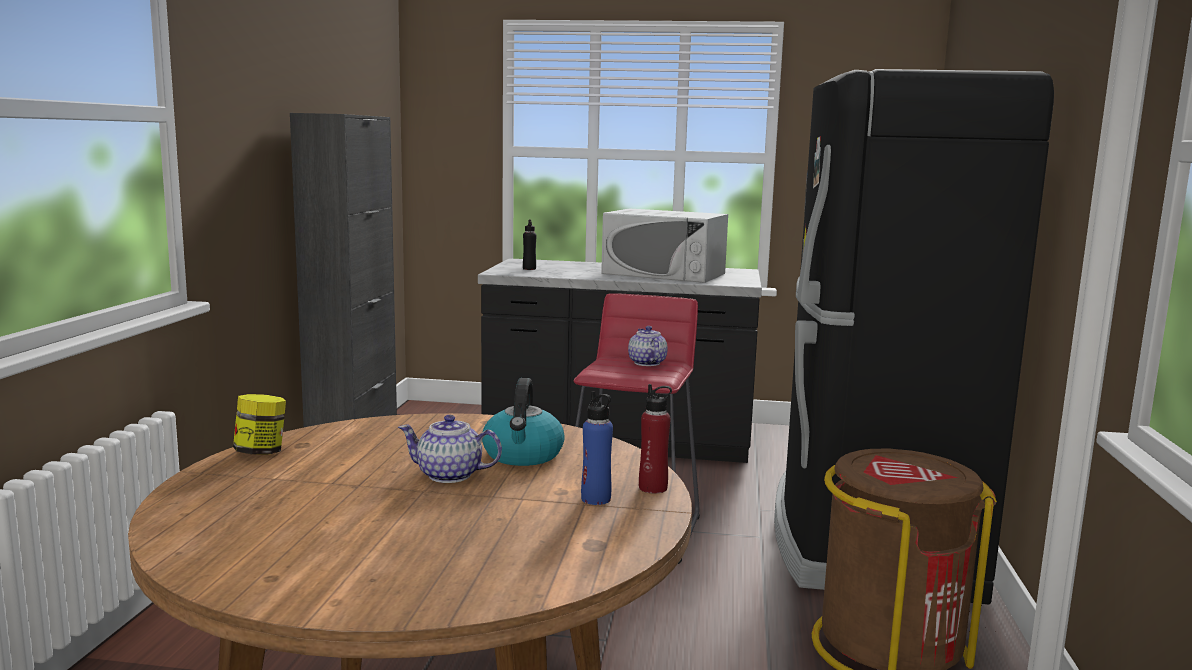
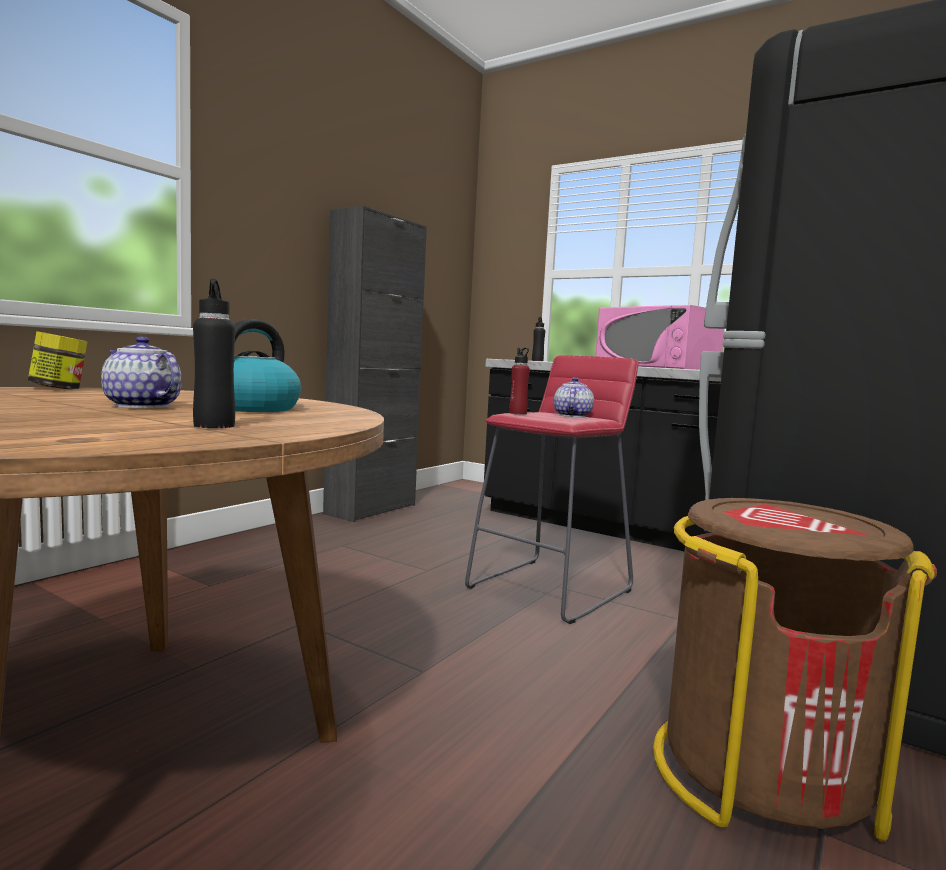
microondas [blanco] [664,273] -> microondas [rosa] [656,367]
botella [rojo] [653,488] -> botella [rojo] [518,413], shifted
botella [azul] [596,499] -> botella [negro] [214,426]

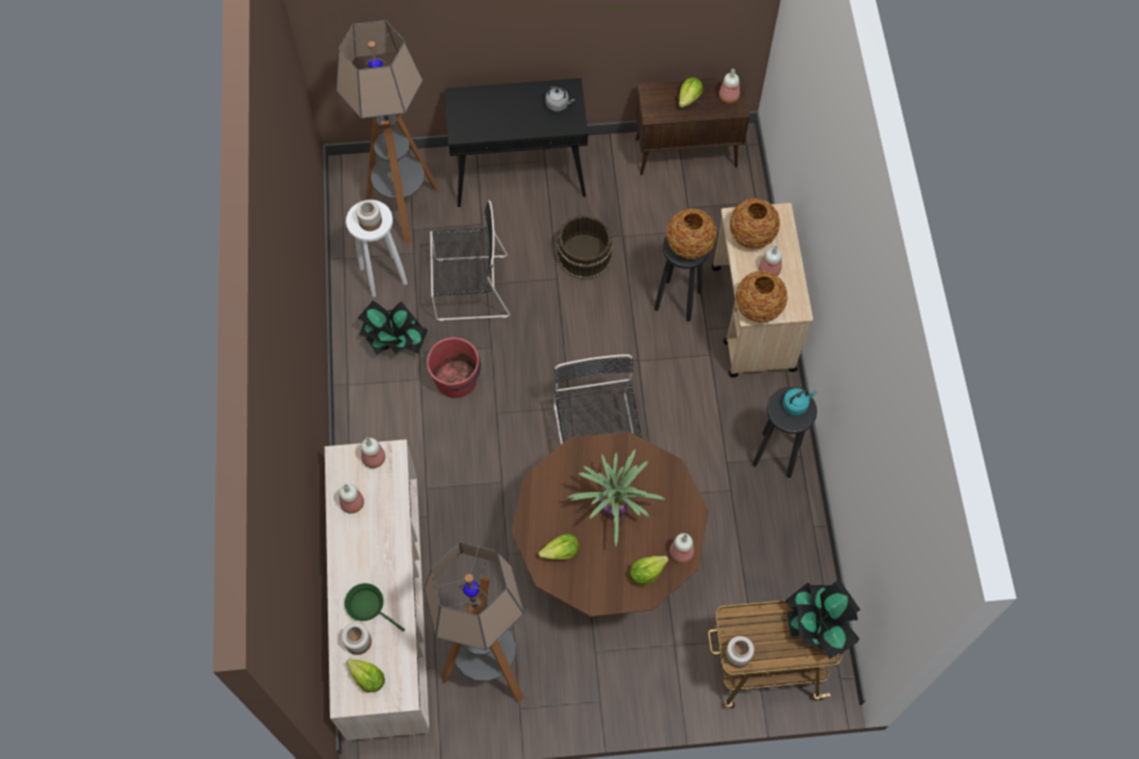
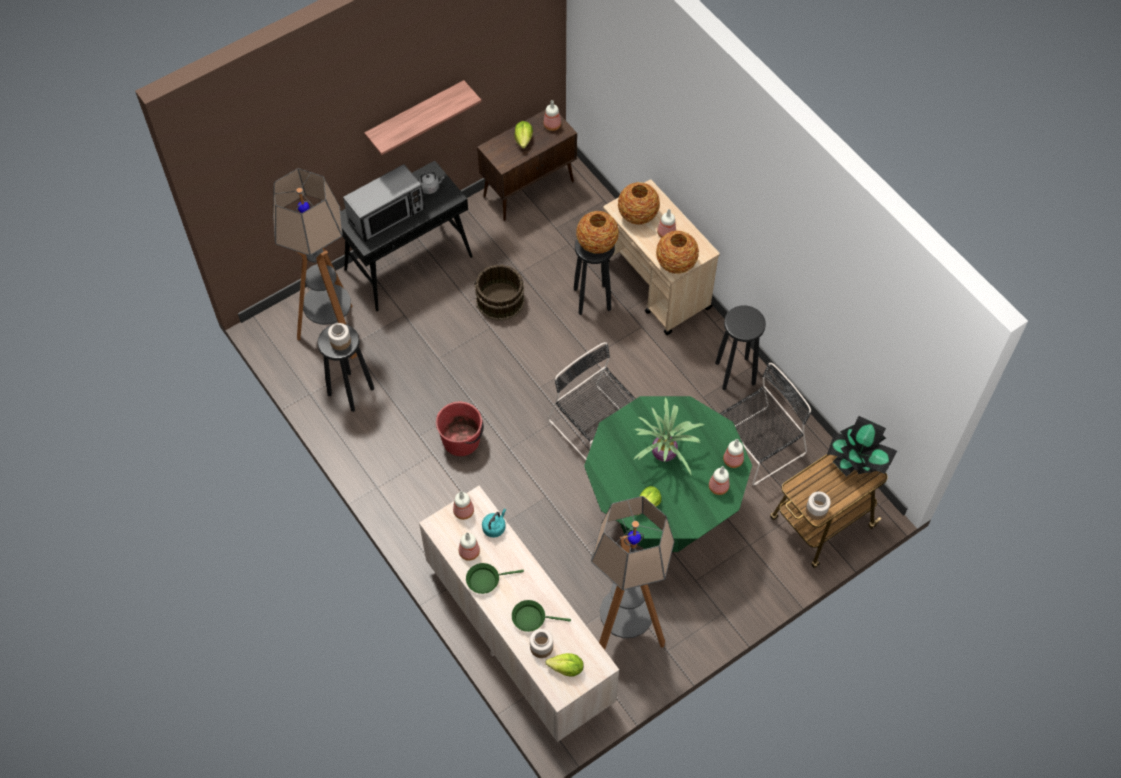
taburete [blanco] [382,275] -> taburete [negro] [350,392]
silla [negro] [468,288] -> silla [negro] [757,447], shifted
planta en maceta [395,340] -> none
hervidor [turquesa] [796,404] -> hervidor [turquesa] [494,527], shifted
mesa de comedor [marrón] [607,560] -> mesa de comedor [verde] [662,511]
lechuga [646,573] -> botella [717,487]
none -> estante [415,116]
none -> microondas [387,215]
none -> sartén [verde] [486,580]

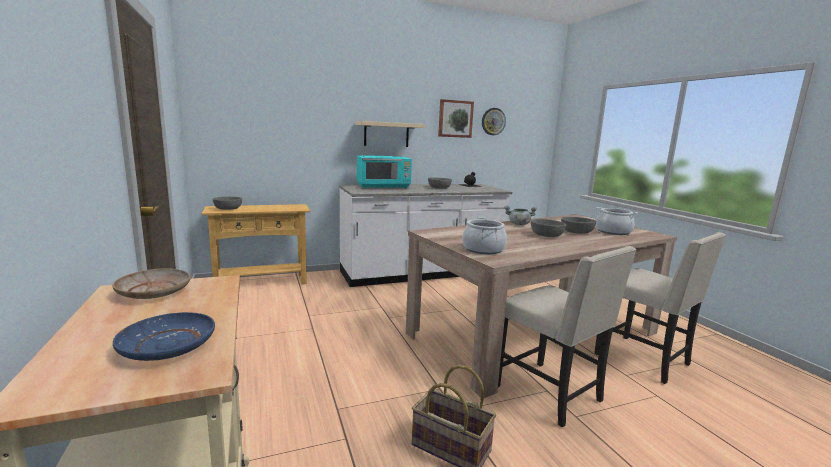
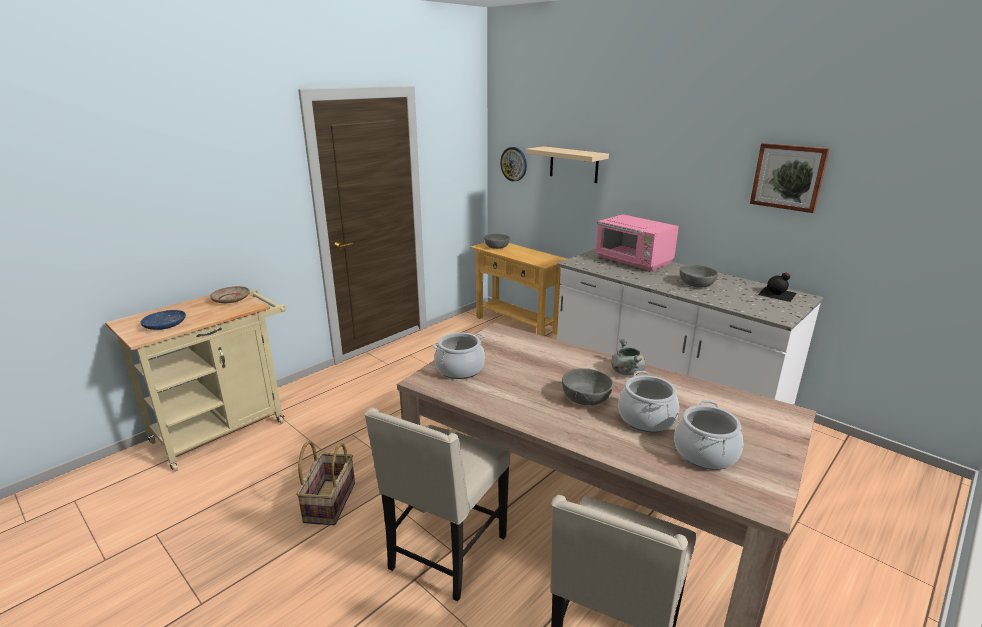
reloj de pared [493,121] -> reloj de pared [514,164], shifted
estante [beis] [386,134] -> estante [beis] [573,164], shifted
microondas [turquesa] [384,187] -> microondas [rosa] [633,262]
cuenco [gris] [576,232] -> olla [646,419]

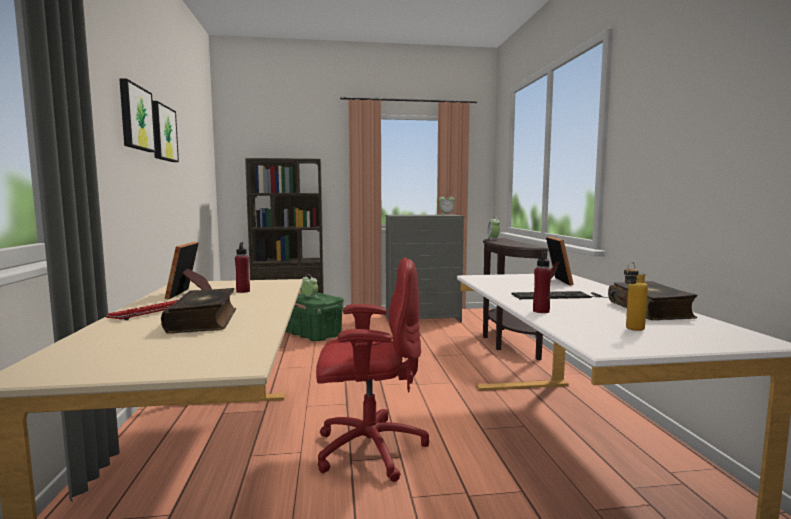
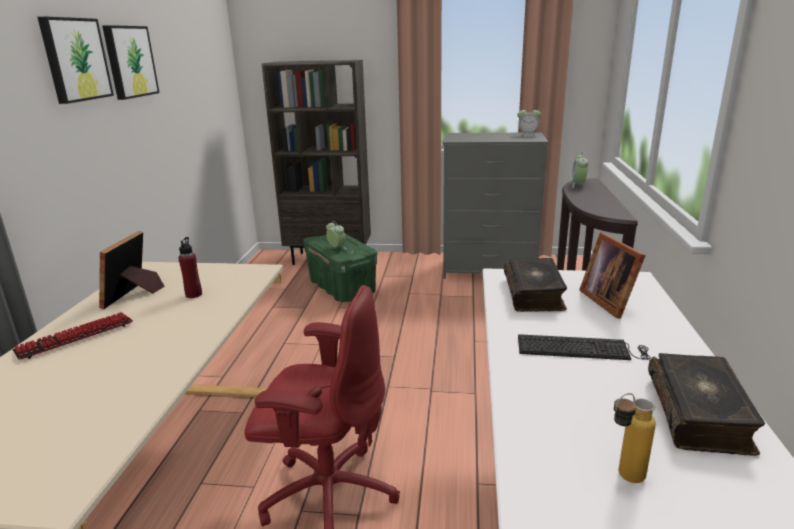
portarretratos [554,282] -> portarretratos [609,301], 150 degrees clockwise
botella [rojo] [541,311] -> none
libro [204,321] -> libro [534,294], shifted

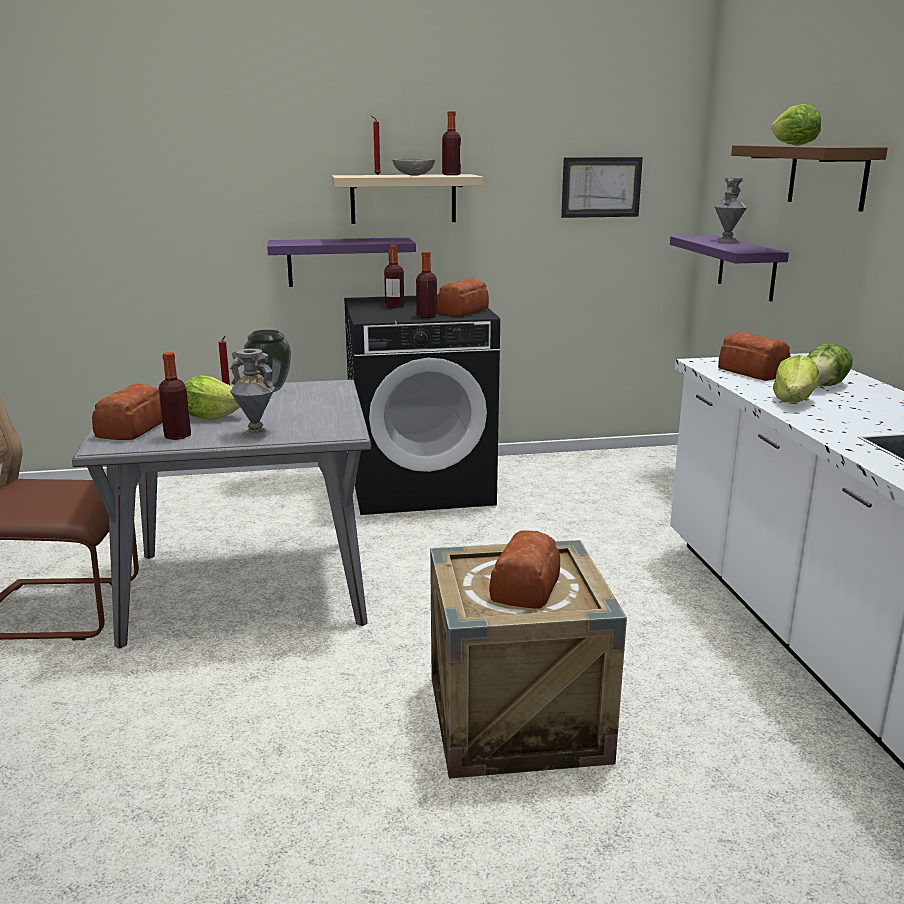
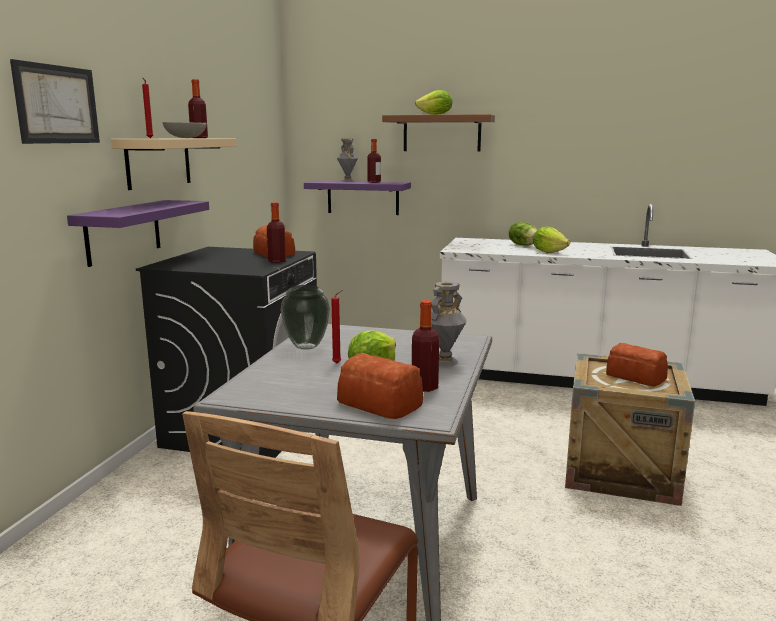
cuadro [601,187] -> cuadro [57,104], shifted
botella [394,306] -> botella [374,182], shifted
pan [753,373] -> none

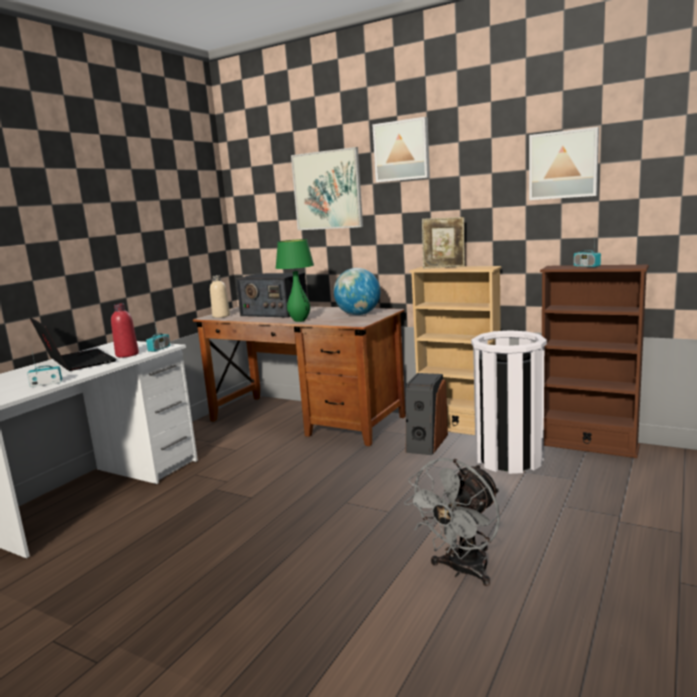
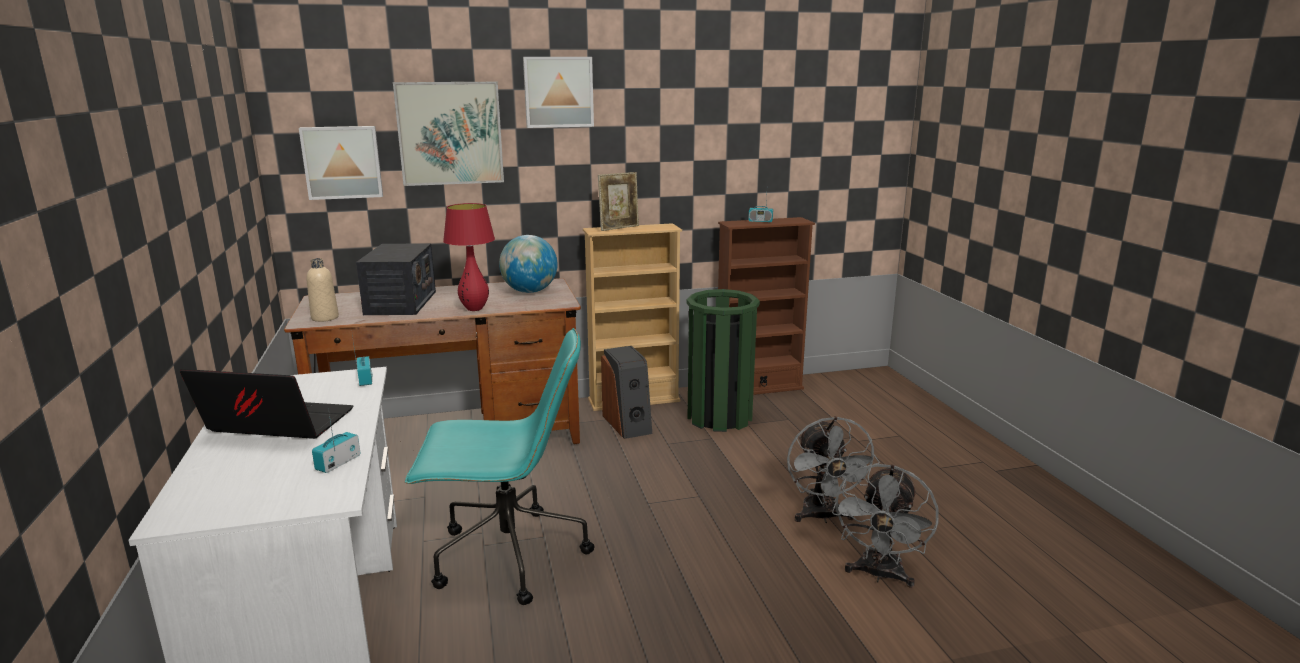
cuadro [563,165] -> cuadro [342,162], shifted
lámpara de mesa [verde] [299,320] -> lámpara de mesa [rojo] [474,309]
radio [274,313] -> radio [401,303], 75 degrees counterclockwise
botella [rojo] [127,355] -> none
papelera [blanco] [508,459] -> papelera [verde] [719,417]
none -> silla de oficina [turquesa] [507,557]
none -> ventilador [gris] [879,575]

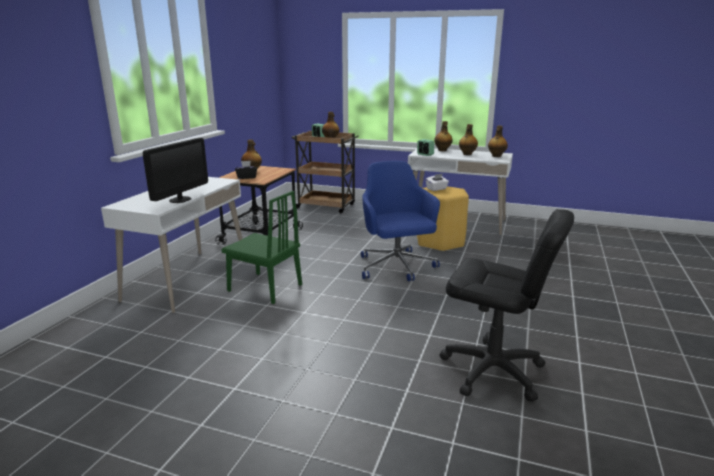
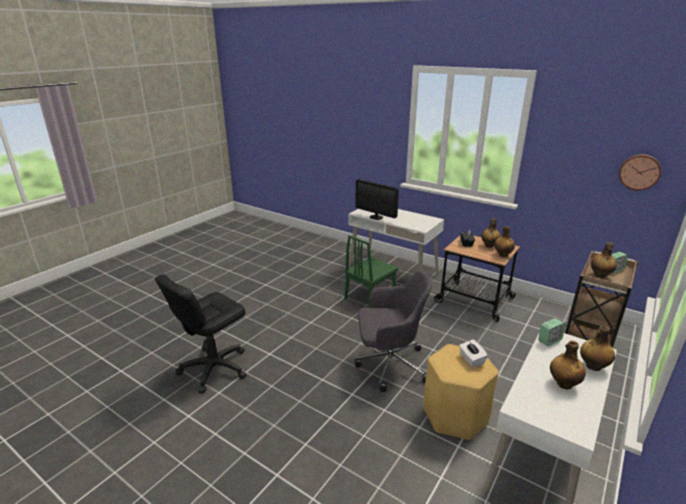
botella [496,156] -> botella [502,255], shifted
silla de oficina [azul] [396,267] -> silla de oficina [gris] [389,364]
none -> reloj de pared [639,172]

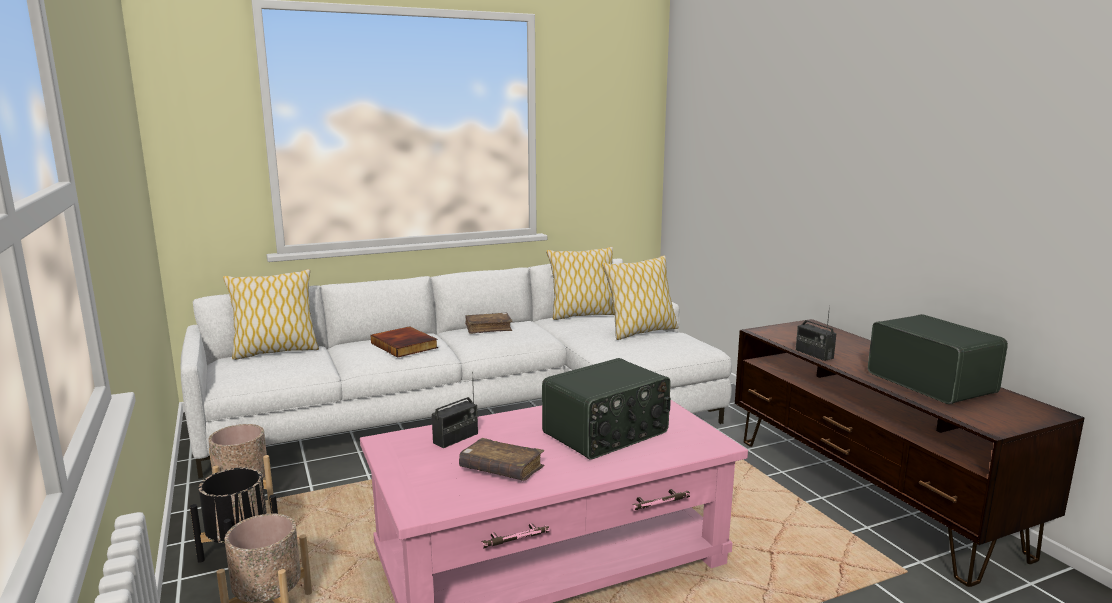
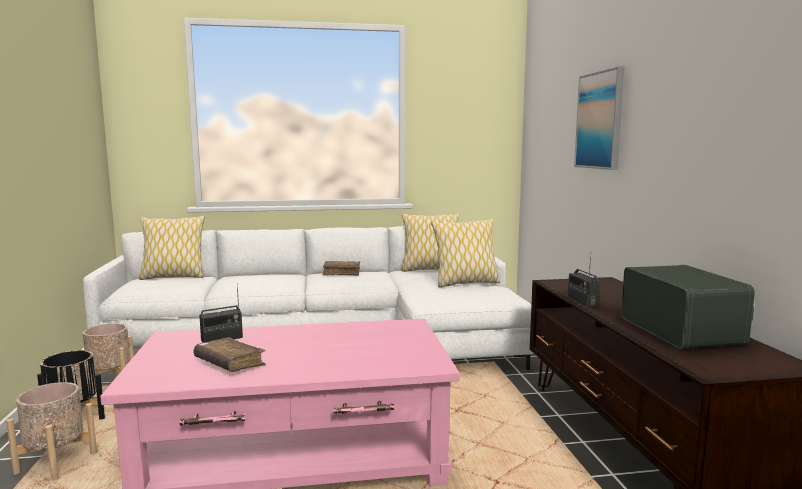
libro [405,345] -> none
radio [607,433] -> none
none -> cuadro [600,120]

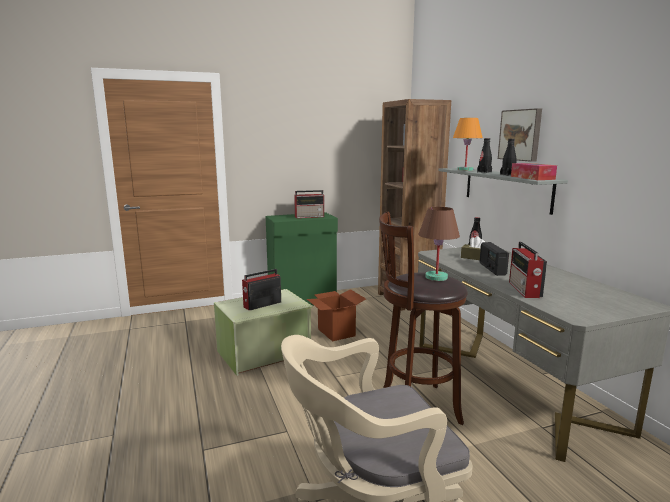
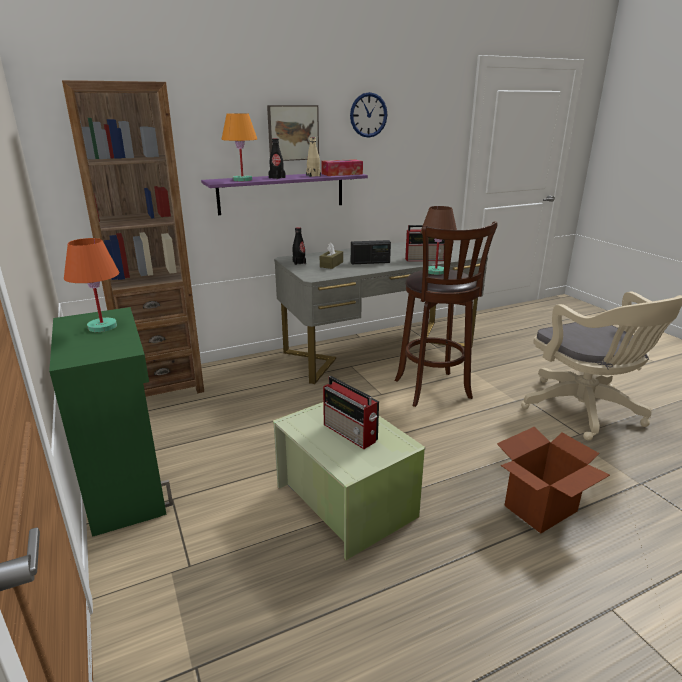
botella [negro] [508,175] -> botella [beis] [313,176]
estante [gris] [506,188] -> estante [morado] [282,192]
radio [310,216] -> lámpara de mesa [naranja] [102,326]
caja de cartón [336,332] -> caja de cartón [540,509], shifted
none -> reloj de pared [368,115]

